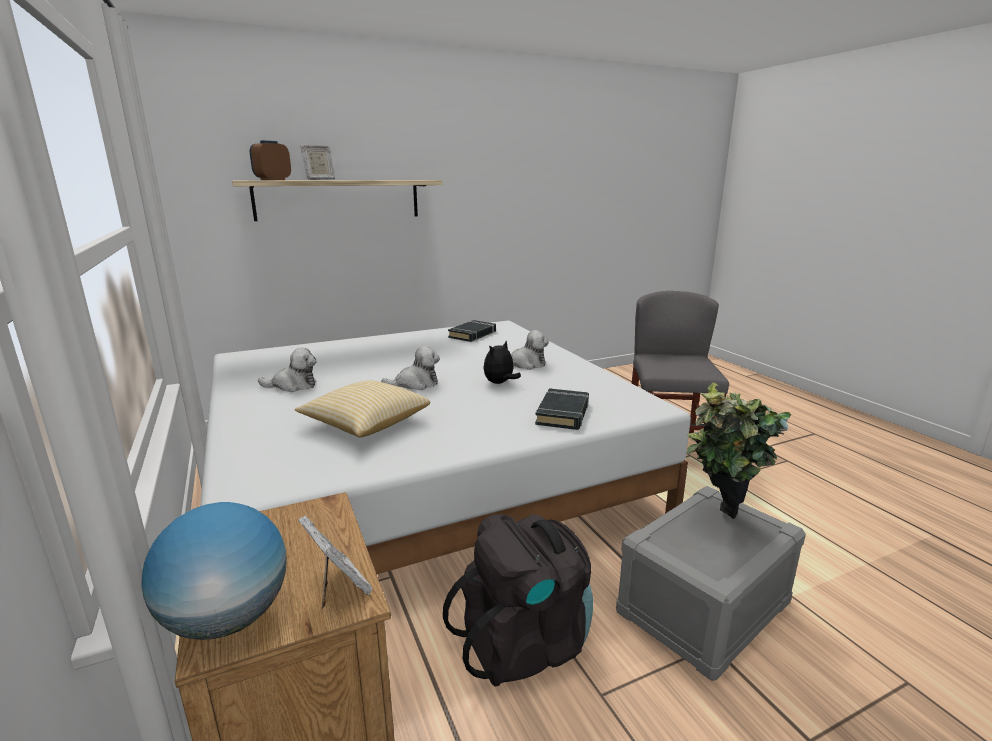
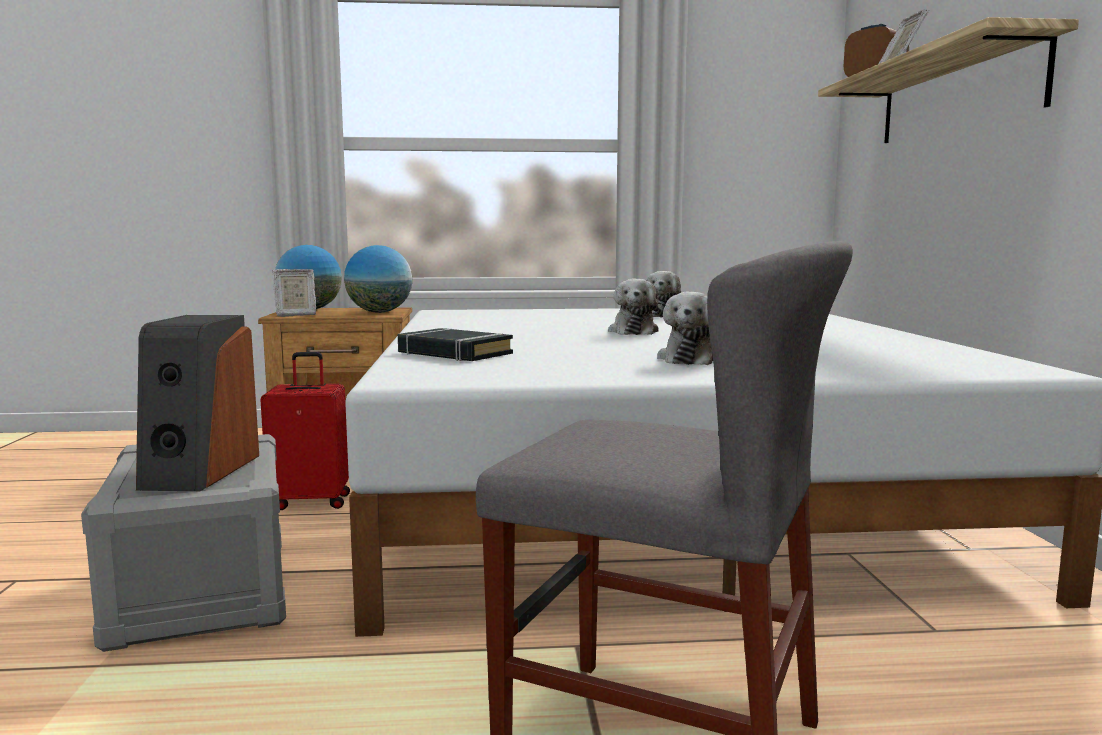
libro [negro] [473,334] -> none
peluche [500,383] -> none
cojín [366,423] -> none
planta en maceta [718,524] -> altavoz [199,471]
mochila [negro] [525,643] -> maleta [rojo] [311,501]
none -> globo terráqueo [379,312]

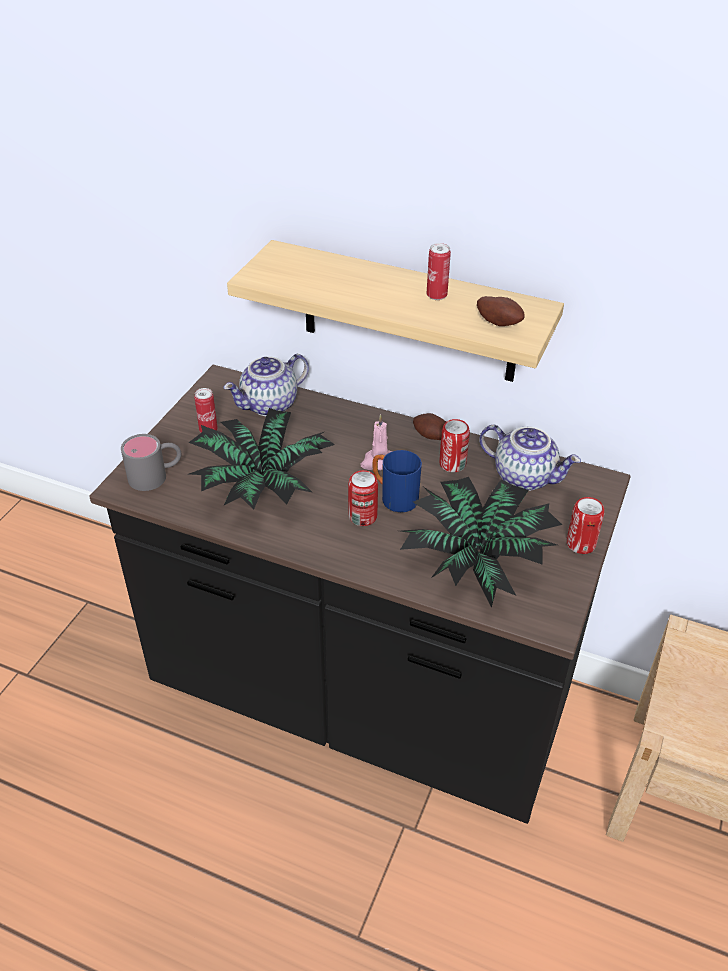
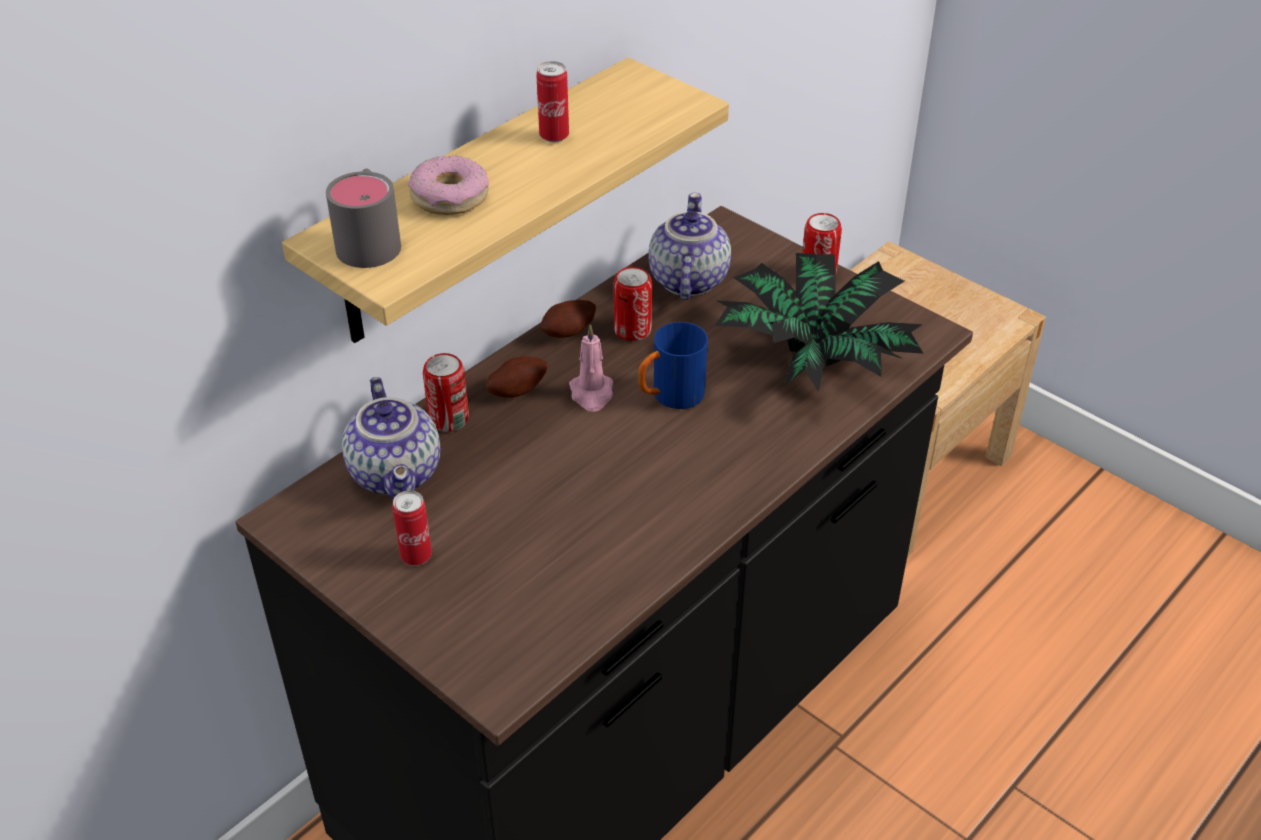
patata [499,322] -> patata [516,389], shifted
planta en maceta [261,485] -> none
tetera [525,476] -> tetera [686,279], 45 degrees counterclockwise
taza grande [gris] [156,475] -> taza grande [gris] [370,239], shifted
lata [362,517] -> lata [449,419], shifted
none -> rosquilla [449,197]

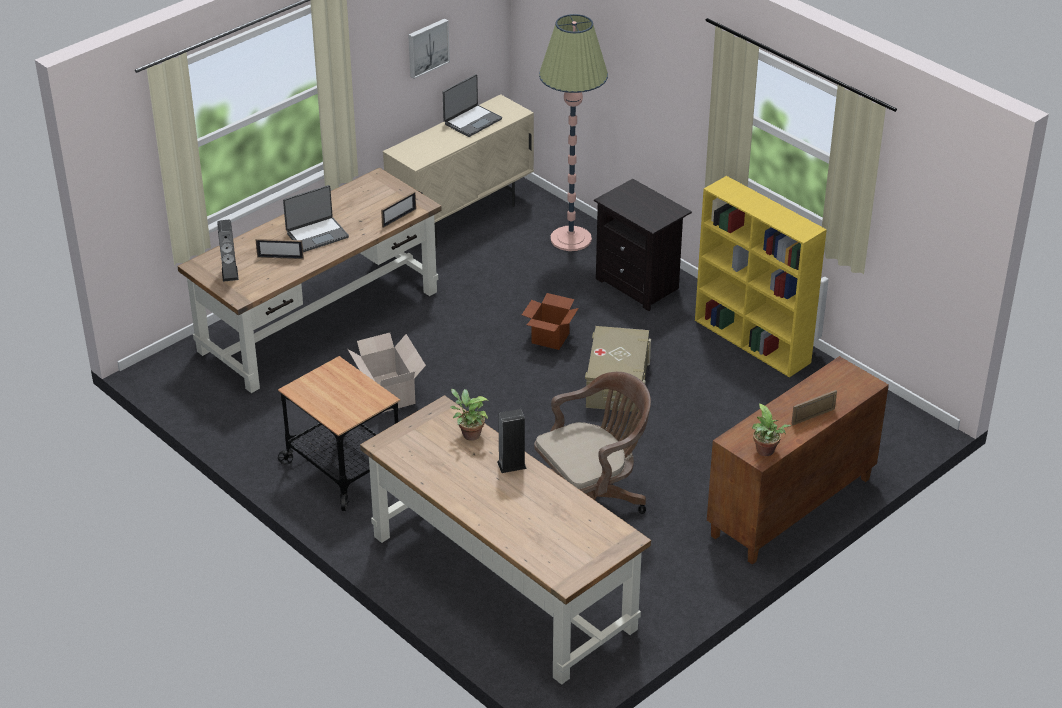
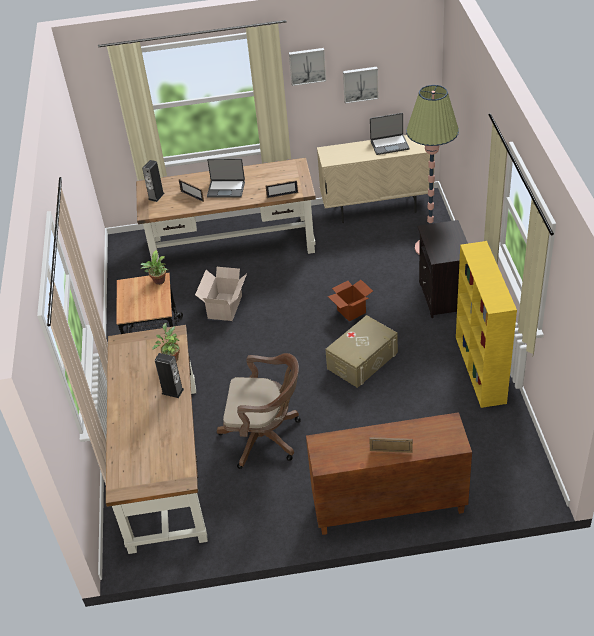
planta en maceta [766,452] -> planta en maceta [158,282], shifted
none -> cuadro [307,66]

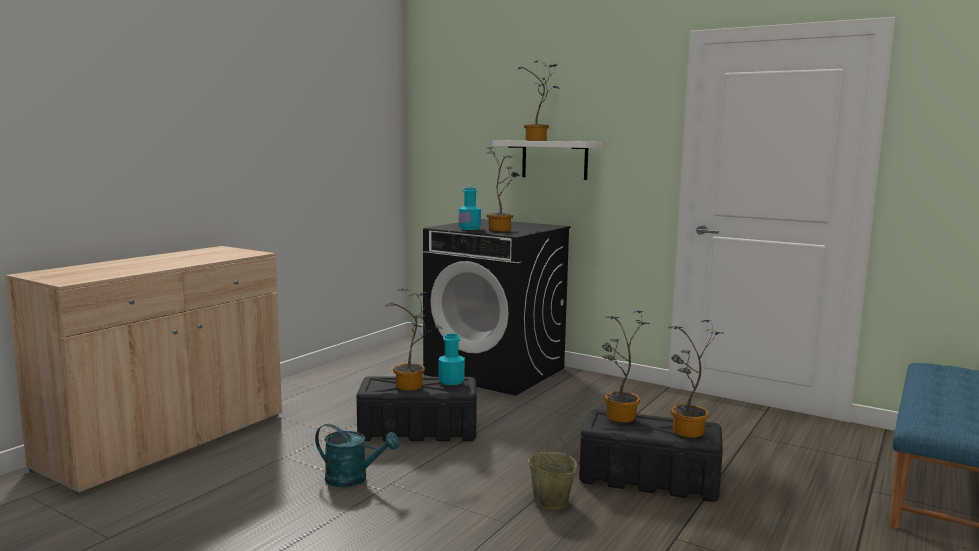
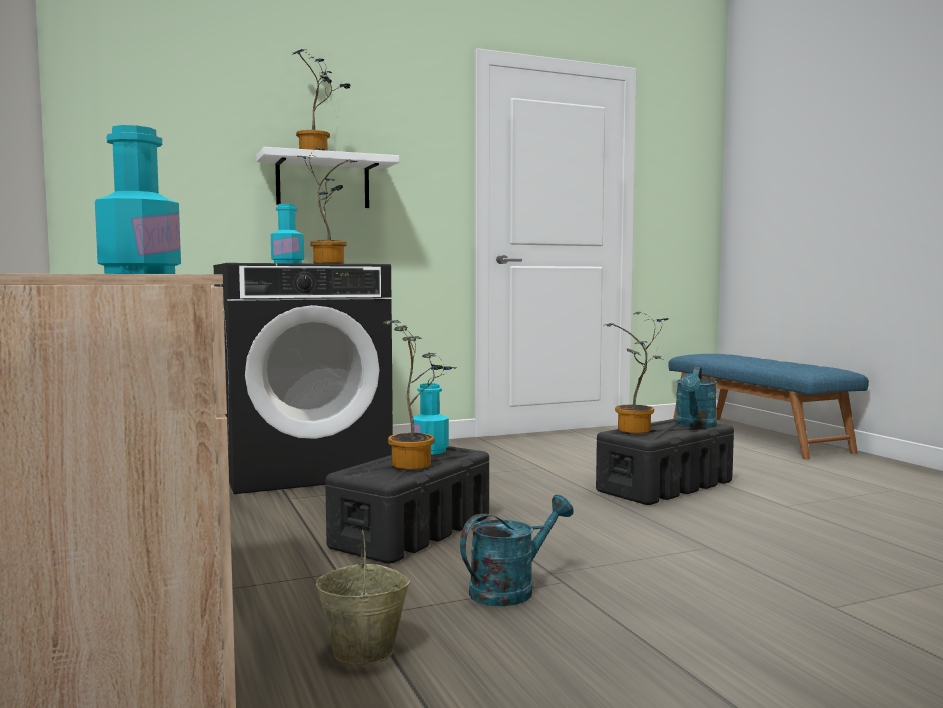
planta en maceta [686,433] -> regadera [turquesa] [695,425]
cubo [beis] [551,502] -> cubo [beis] [365,651], shifted
none -> botella [turquesa] [140,273]

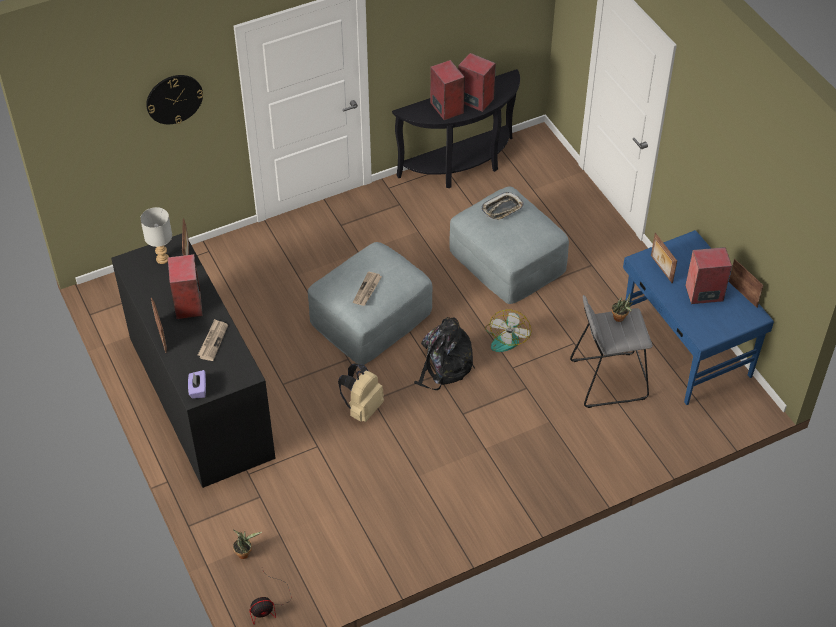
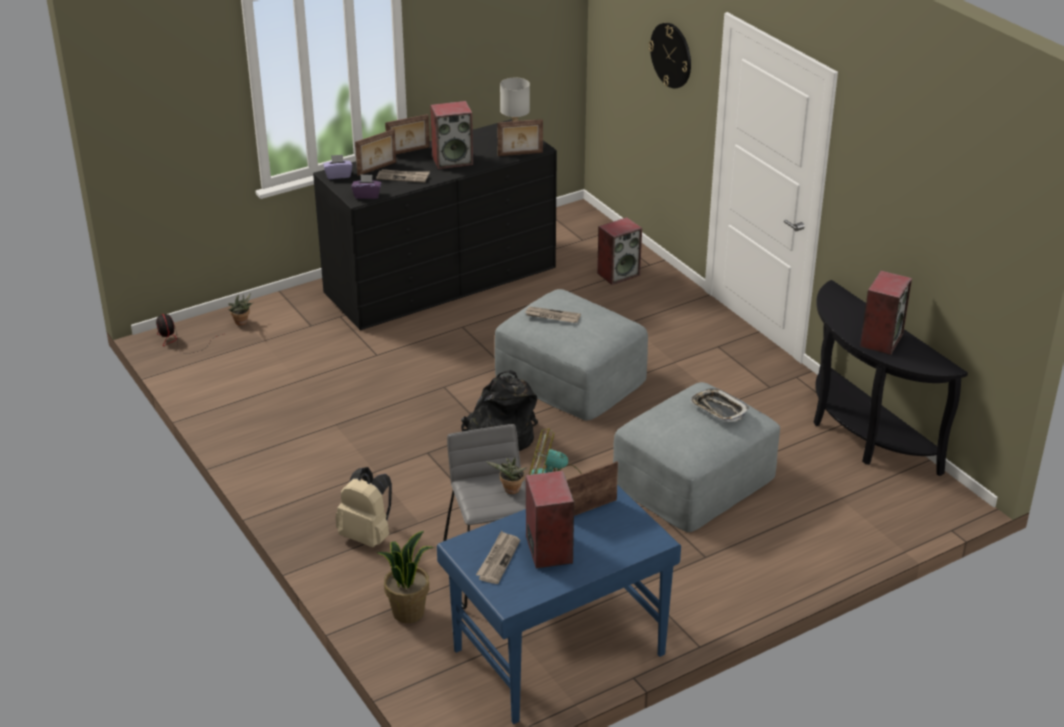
altavoz [446,108] -> altavoz [618,274], shifted
portarretratos [743,294] -> portarretratos [377,169], shifted
mochila [beis] [362,408] -> mochila [beis] [368,536], shifted
none -> caja de pañuelos [morado] [367,195]
none -> planta en maceta [408,612]
none -> periódico [498,559]

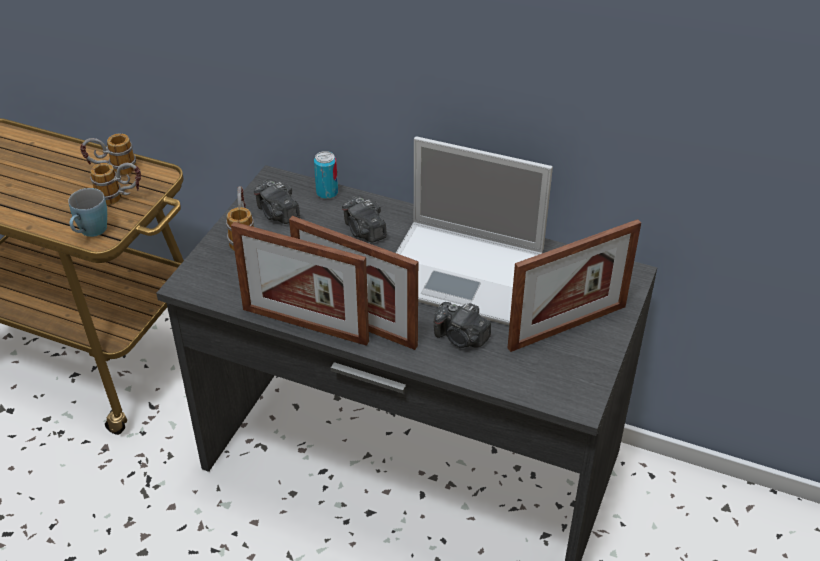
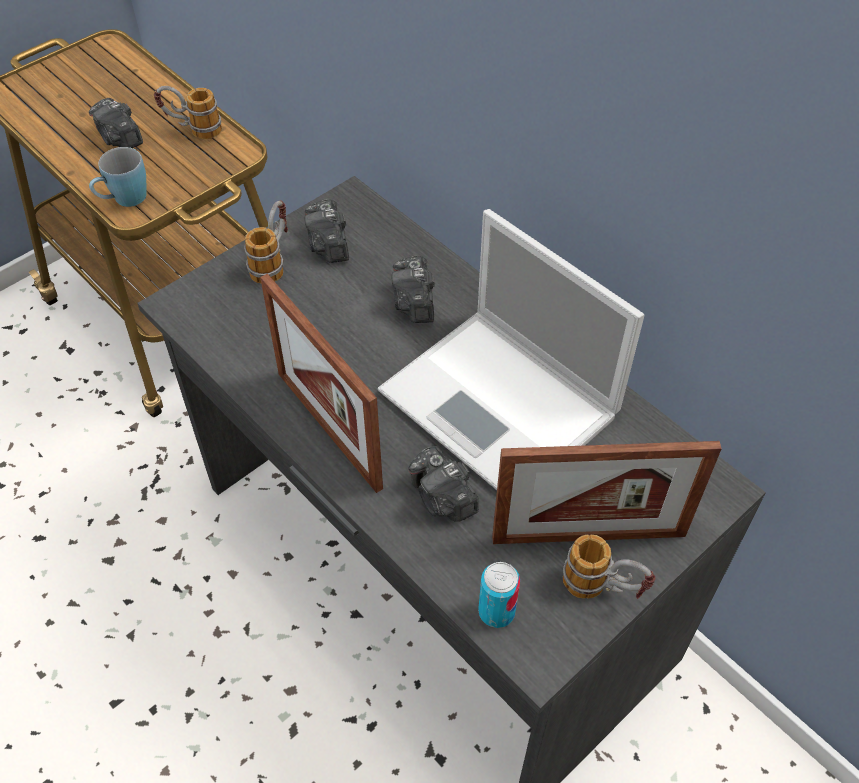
lata [327,193] -> lata [496,611], shifted
taza grande [120,198] -> taza grande [603,588], shifted
portarretratos [305,325] -> none
none -> cámara [120,138]

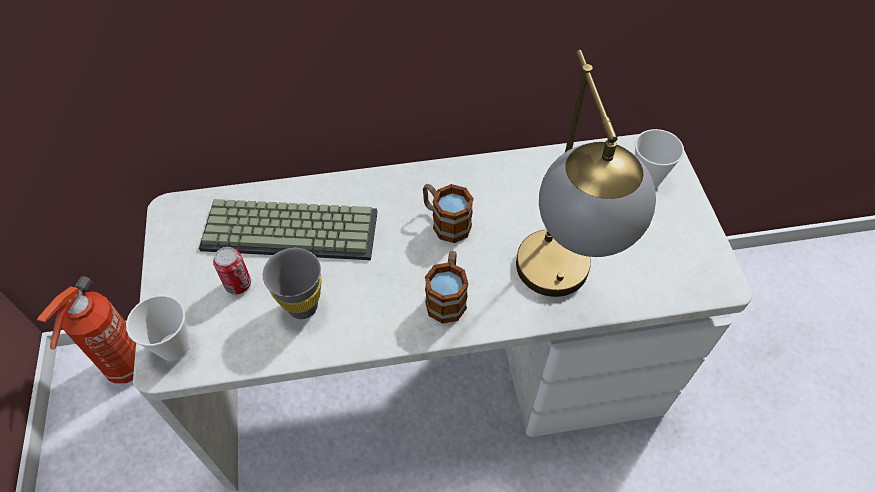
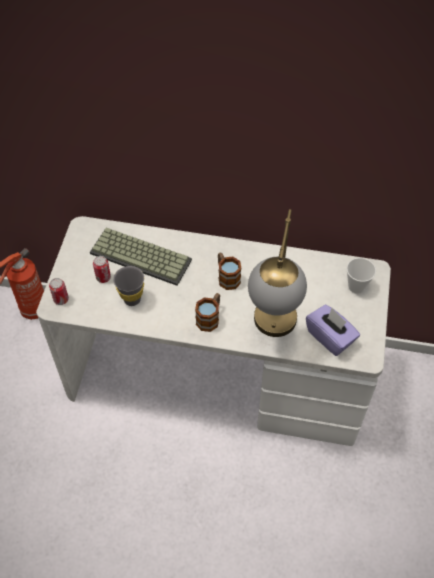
taza [174,346] -> lata [61,299]
none -> caja de pañuelos [morado] [330,337]

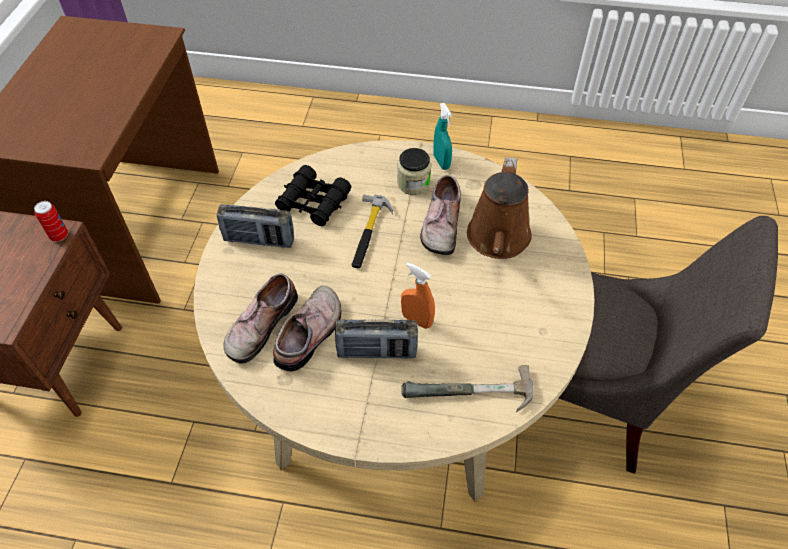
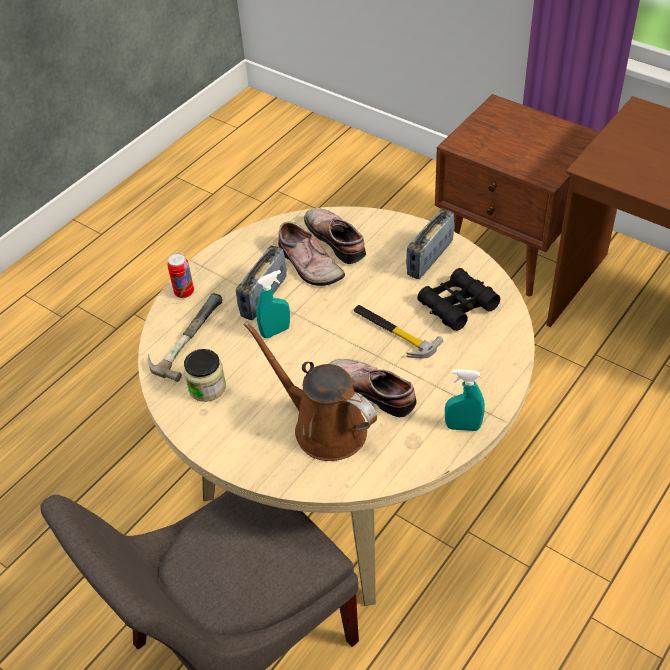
tarro [413,184] -> tarro [207,387], shifted
lata [59,236] -> lata [184,292], shifted
pulverizador [naranja] [417,320] -> pulverizador [turquesa] [275,331]

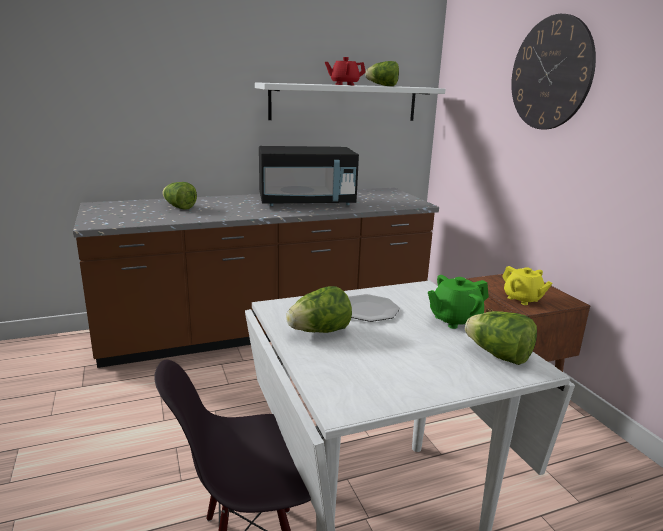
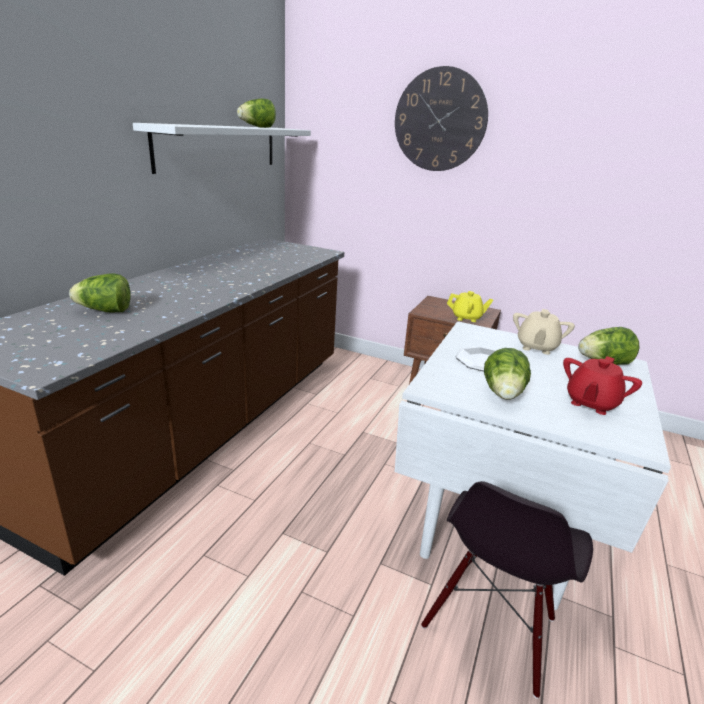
tetera [rojo] [344,85] -> tetera [rojo] [591,403], shifted
microondas [negro] [306,203] -> none
tetera [verde] [454,320] -> tetera [beis] [536,347]

